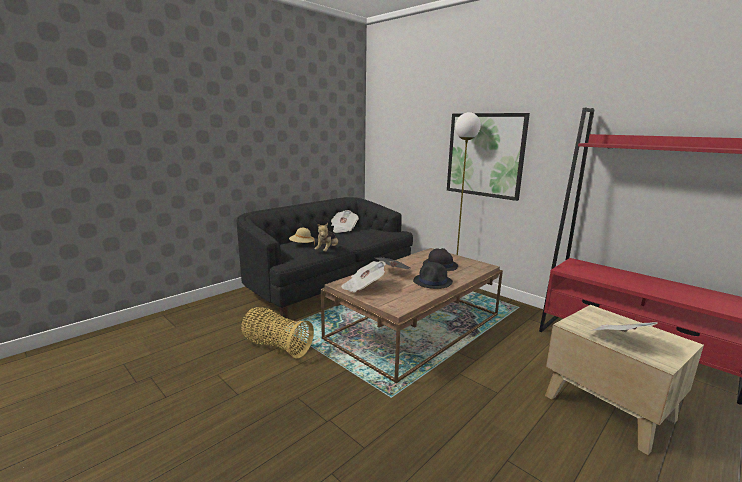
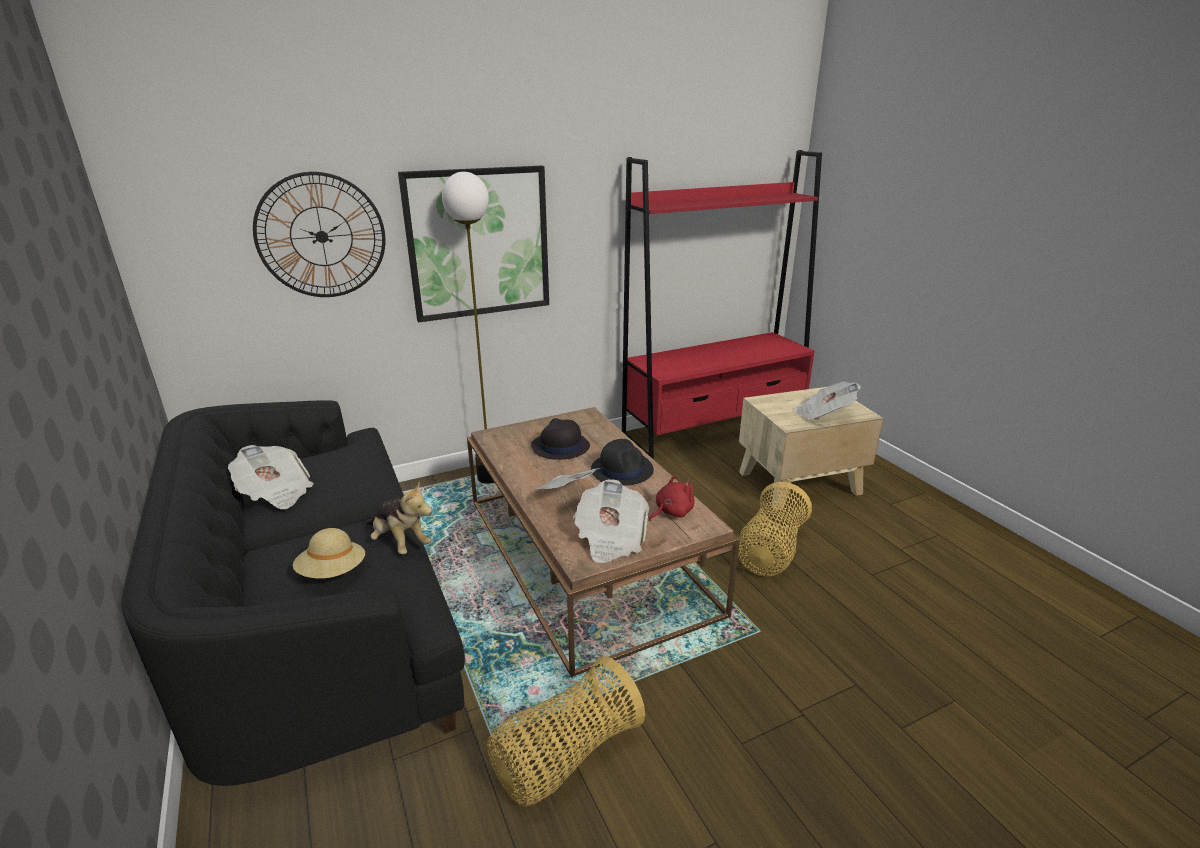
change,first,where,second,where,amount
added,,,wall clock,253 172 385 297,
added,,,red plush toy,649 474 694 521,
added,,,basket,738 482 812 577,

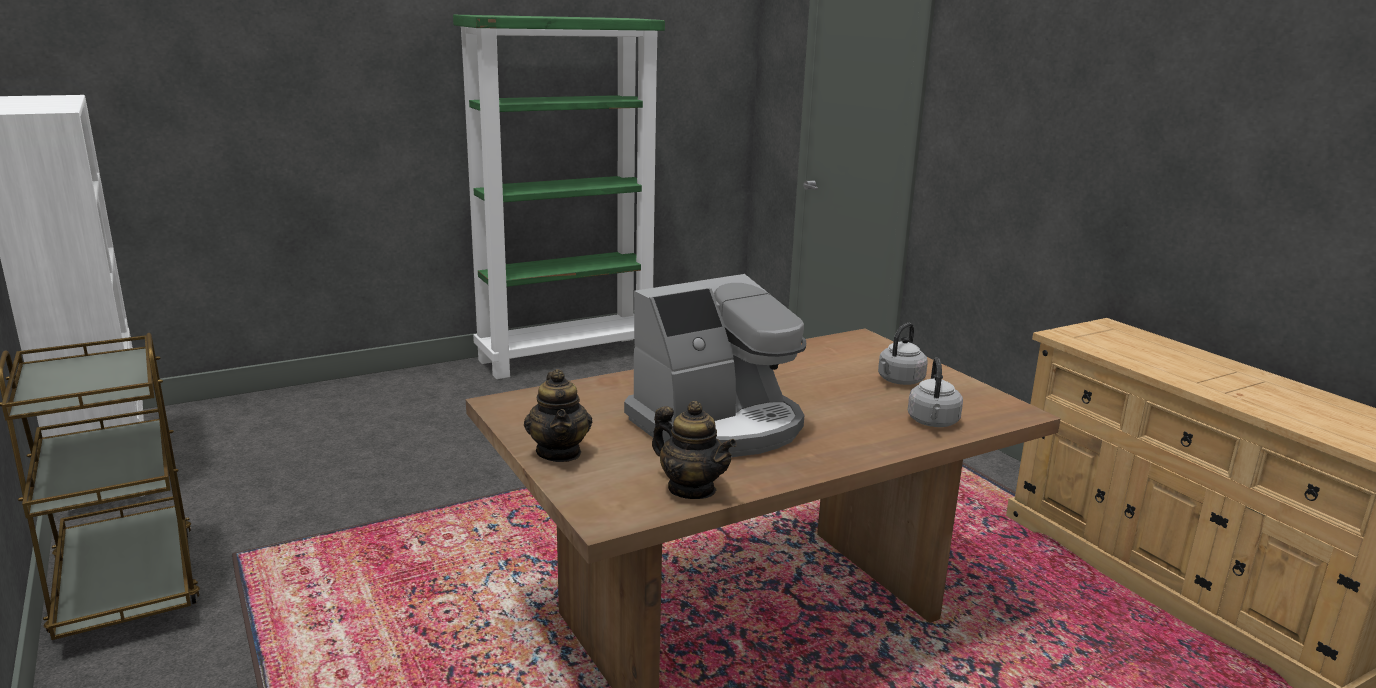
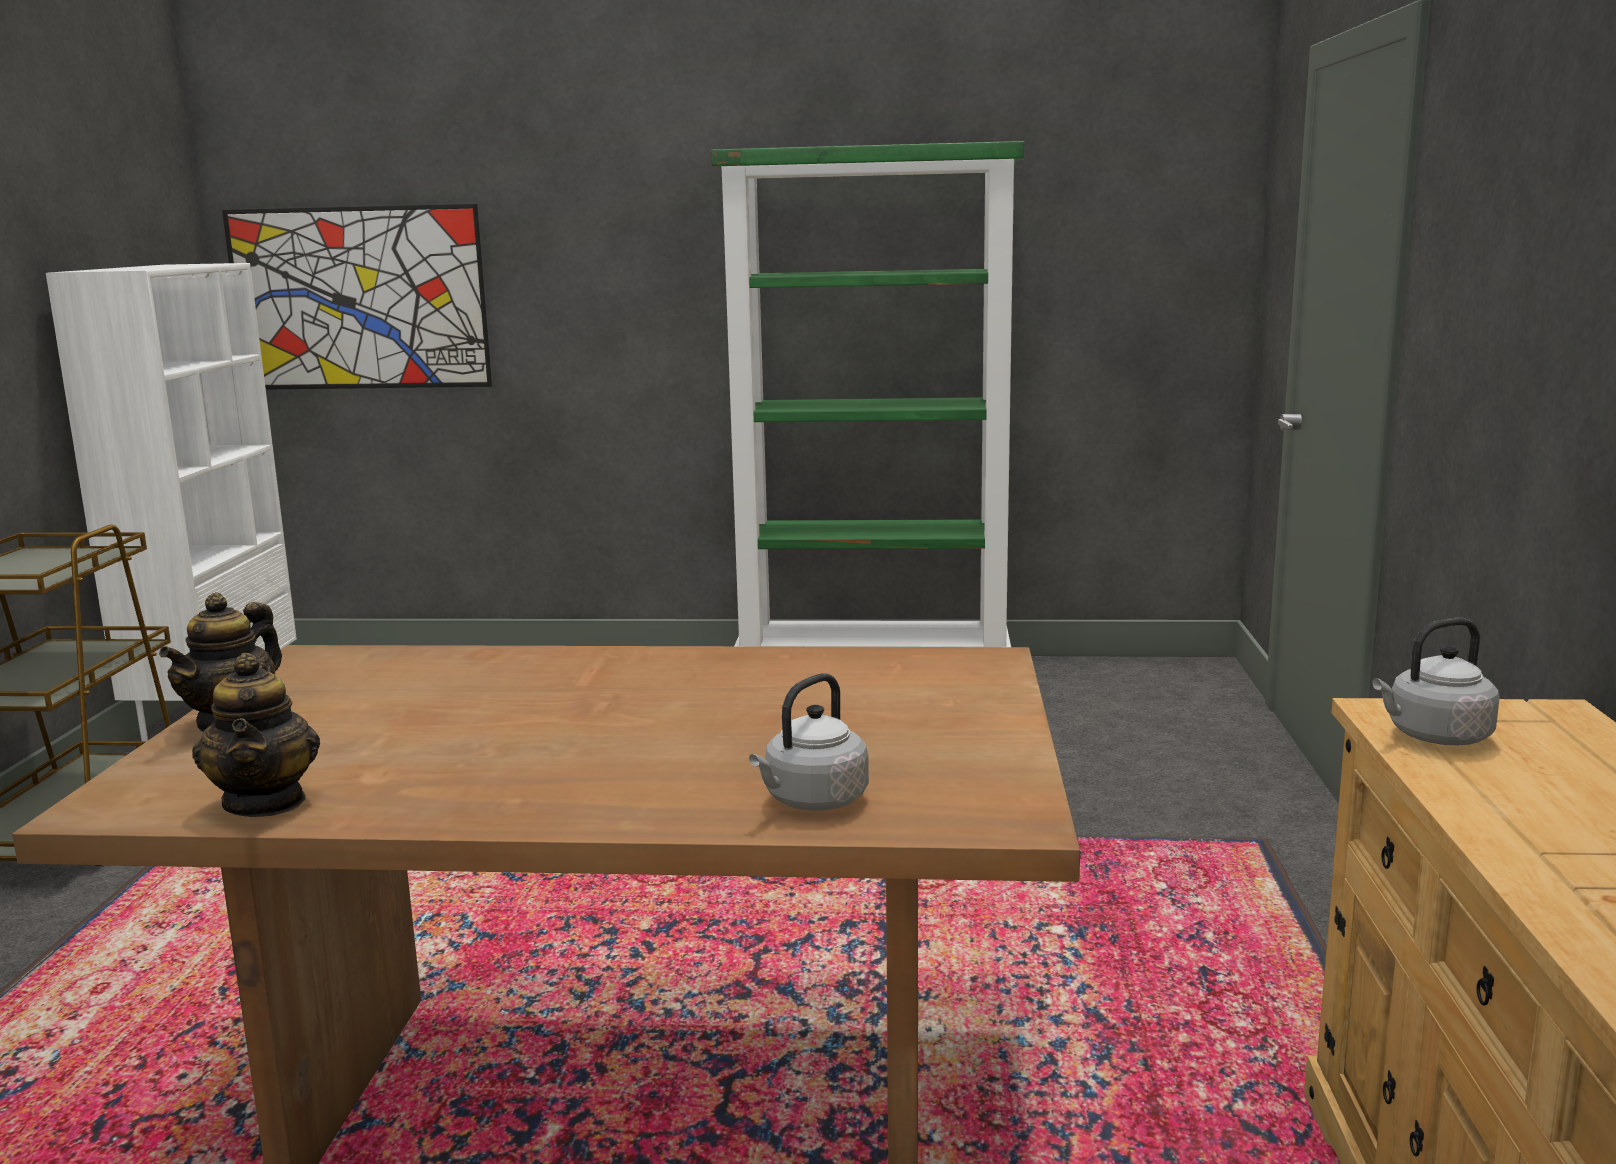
change,first,where,second,where,amount
removed,coffee machine,624 274 806 457,,,
moved,grey kettle,878 323 928 385,,1372 618 1500 745,
added,,,picture,222 204 492 390,

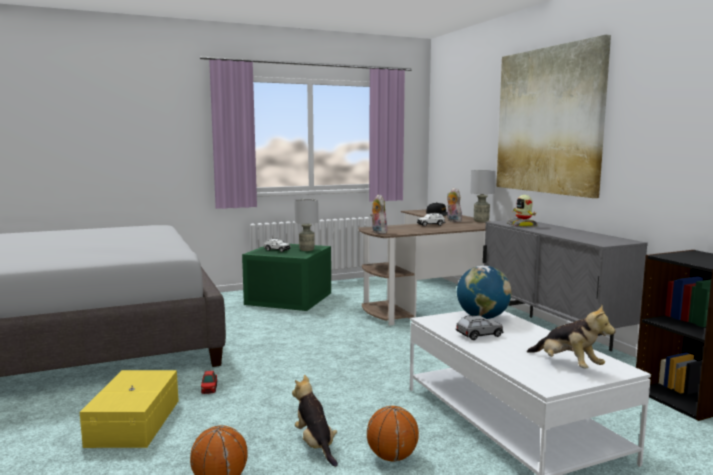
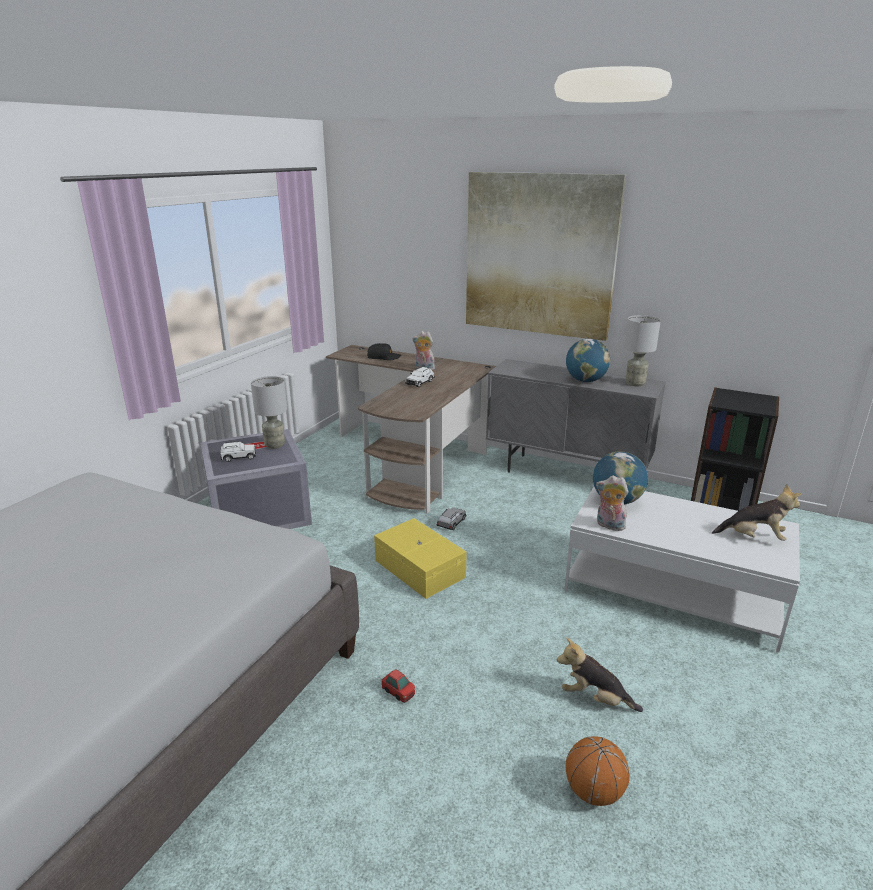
change,first,where,second,where,amount
moved,yellow storage box,80 370 179 448,,374 518 467 599,
recoloured,green storage box,242 244 331 311,grey storage box,200 429 312 529,
removed,basketball,367 406 419 461,,,
moved,plush toy,370 195 387 234,,596 475 628 531,
moved,grey toy car,456 315 504 340,,437 507 466 530,
moved,grey table lamp,470 170 496 222,,624 315 661 386,
removed,toy robot,507 195 538 228,,,
added,,,globe,566 339 610 382,

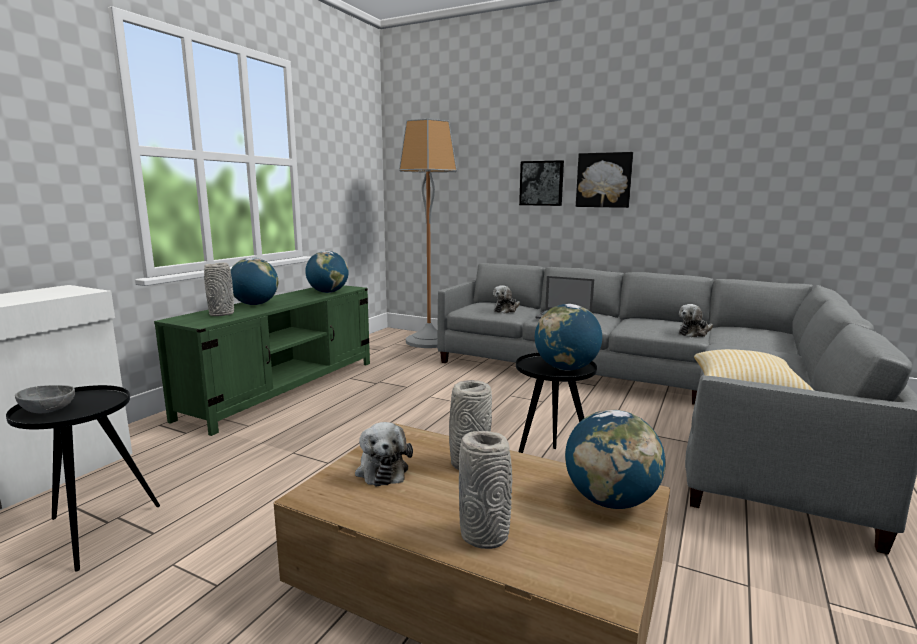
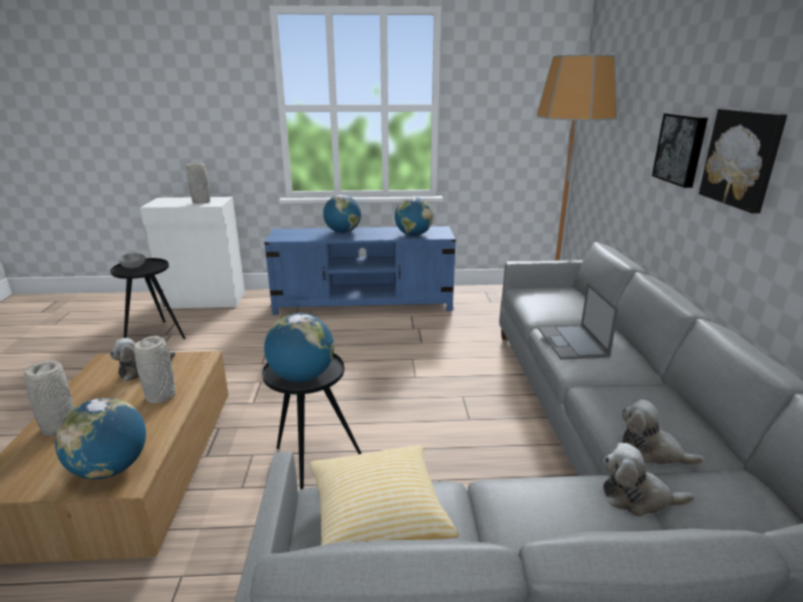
change,first,where,second,where,amount
recoloured,green tv stand,154 285 370 436,blue tv stand,264 226 456 315,
moved,grey vase,204 263 234 316,,186 163 210 204,
moved,plush toy,493 285 520 314,,603 443 695 517,

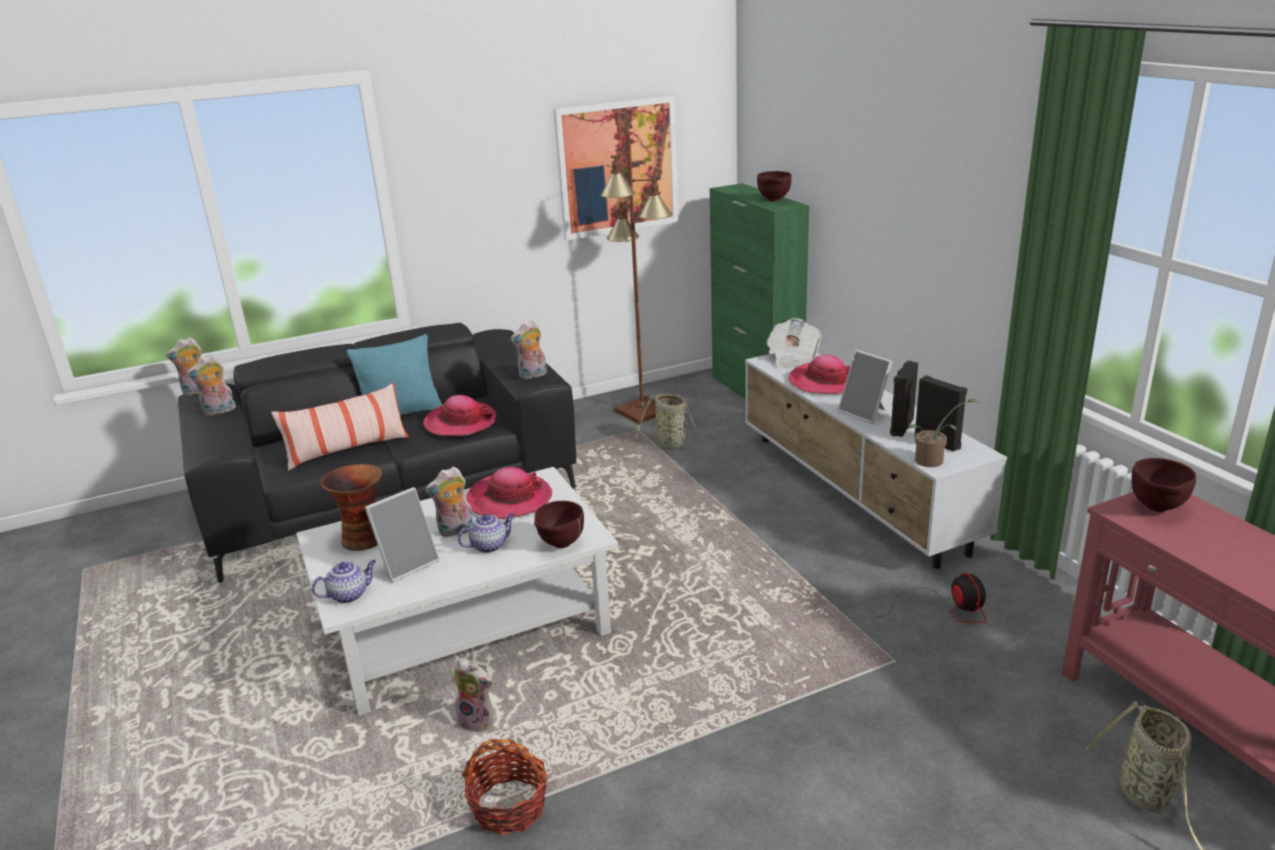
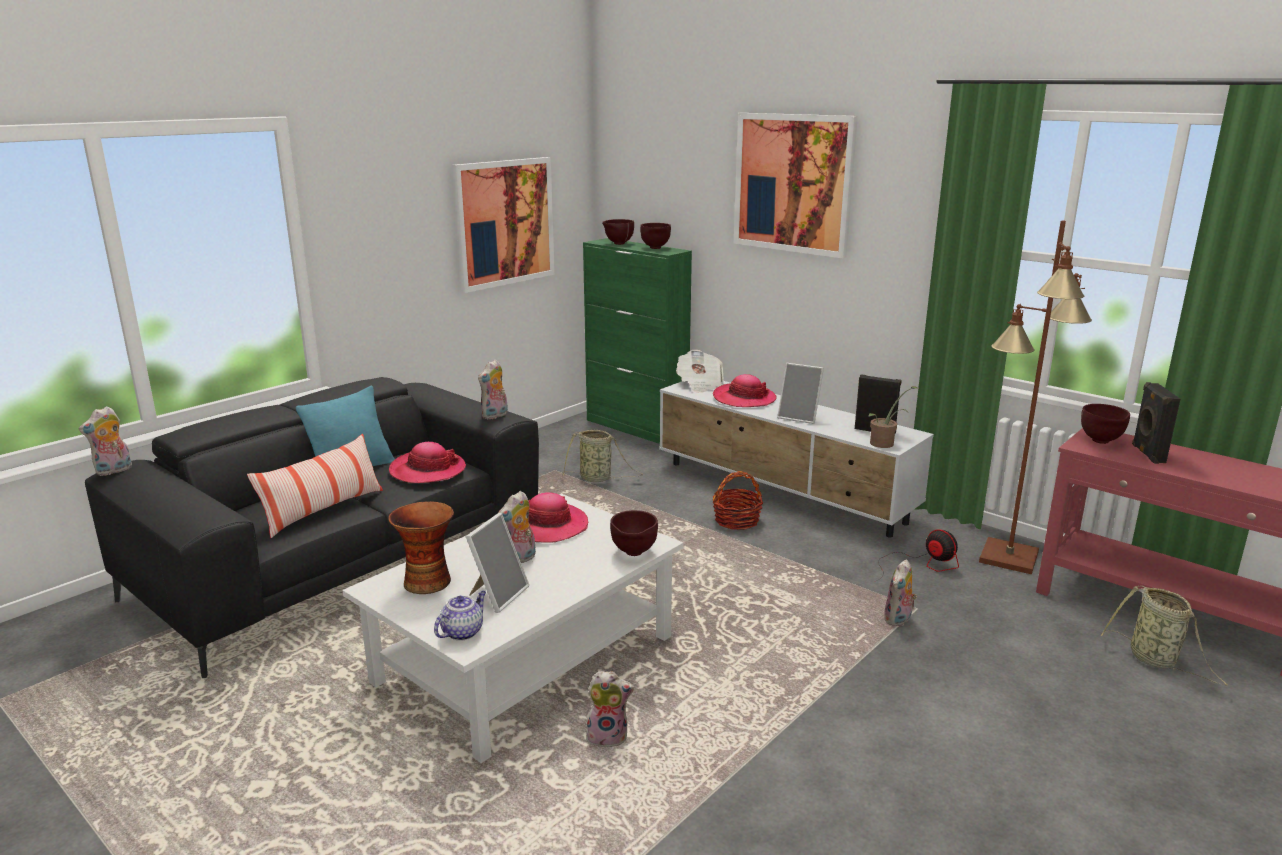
change,first,where,second,where,amount
moved,plush toy,186 354 236 416,,884 559 917 627,
removed,teapot,458 513 515 553,,,
moved,basket,462 739 547 836,,713 471 763 530,
moved,brown floor lamp,600 134 672 424,,979 220 1092 574,
moved,black speaker,890 360 918 437,,1132 382 1180 464,
added,,,brown bowl,602 219 634 245,
added,,,picture,734 113 858 258,

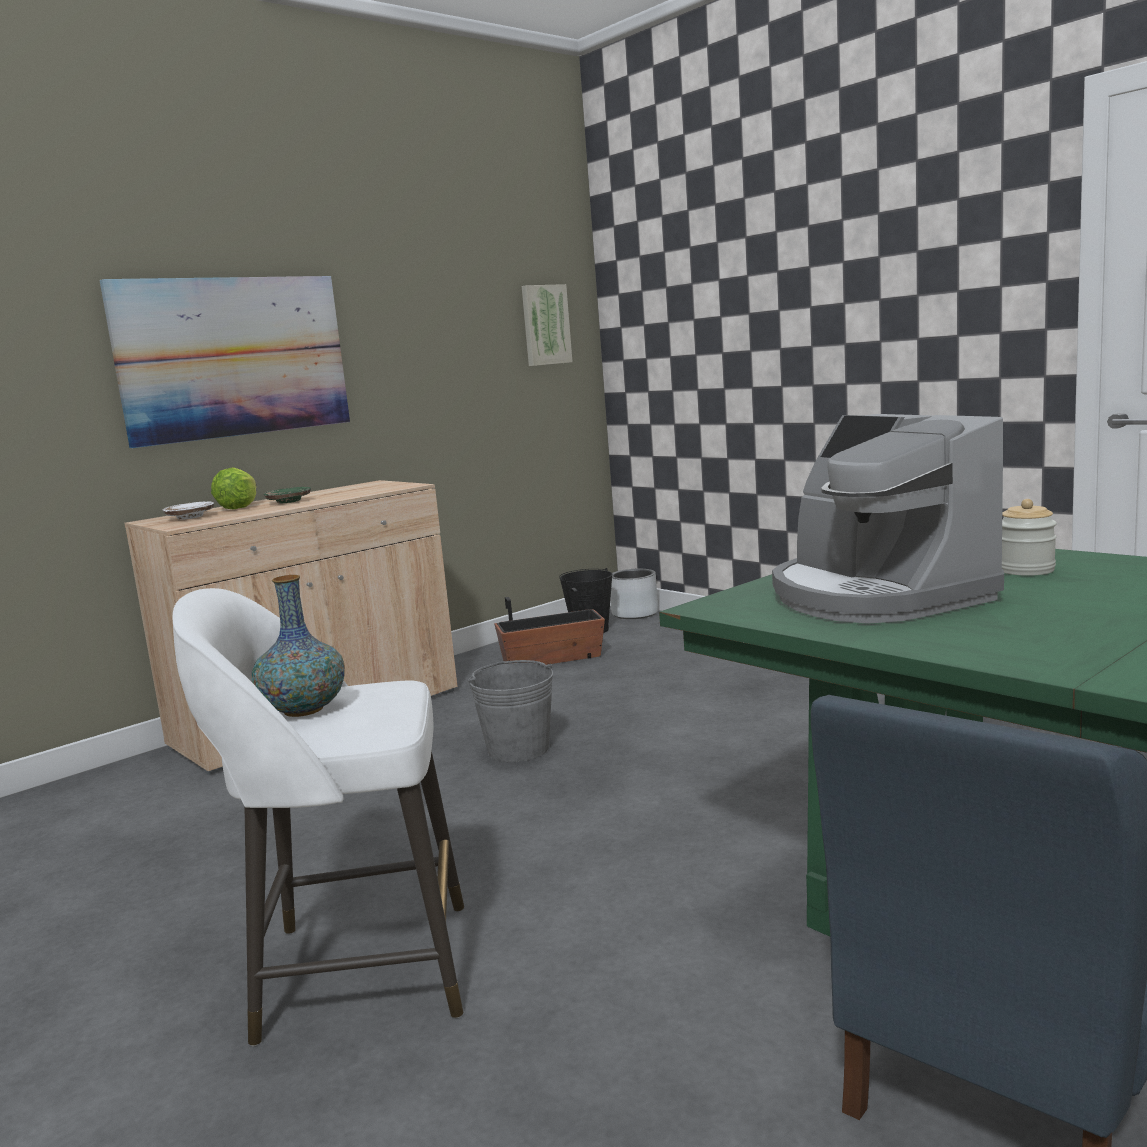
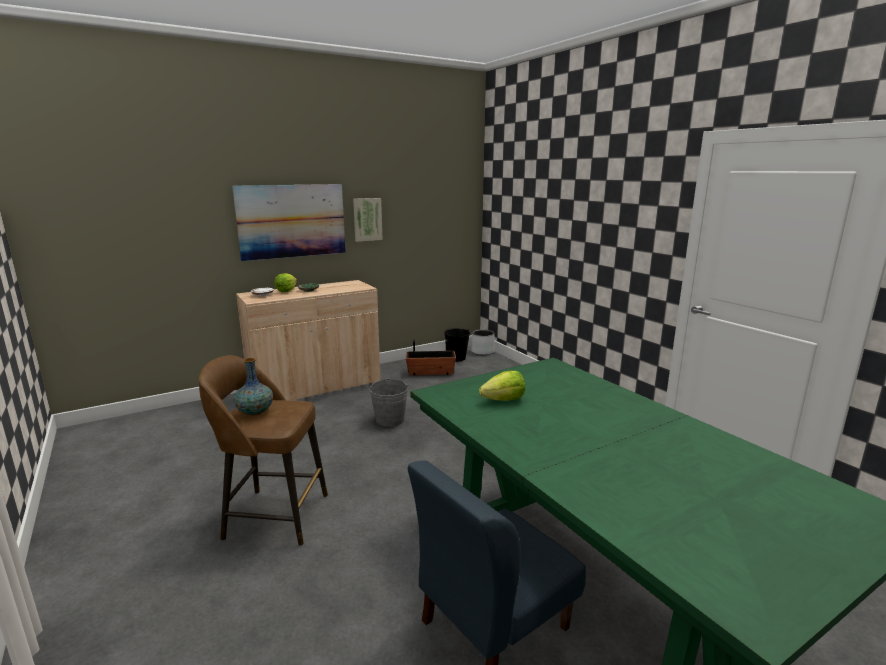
change,first,where,second,where,amount
recoloured,white stool,172 588 464 1046,brown stool,199 355 328 545,
moved,picture,522 284 573 366,,353 198 383 242,
replaced,coffee machine,772 414 1004 624,lettuce,479 370 525 401,
removed,jar,1002 499 1057 576,,,

